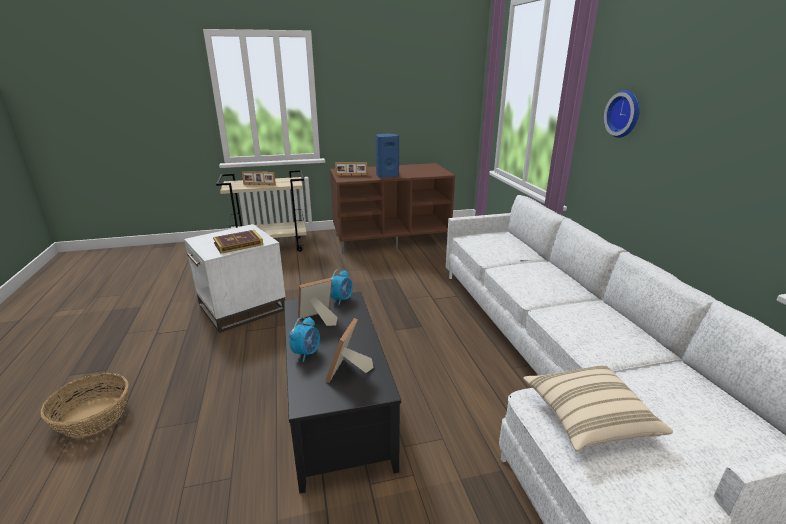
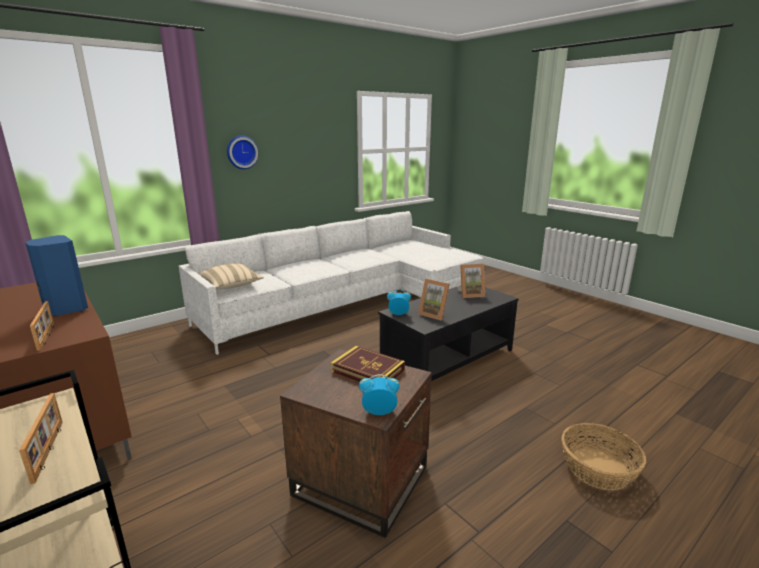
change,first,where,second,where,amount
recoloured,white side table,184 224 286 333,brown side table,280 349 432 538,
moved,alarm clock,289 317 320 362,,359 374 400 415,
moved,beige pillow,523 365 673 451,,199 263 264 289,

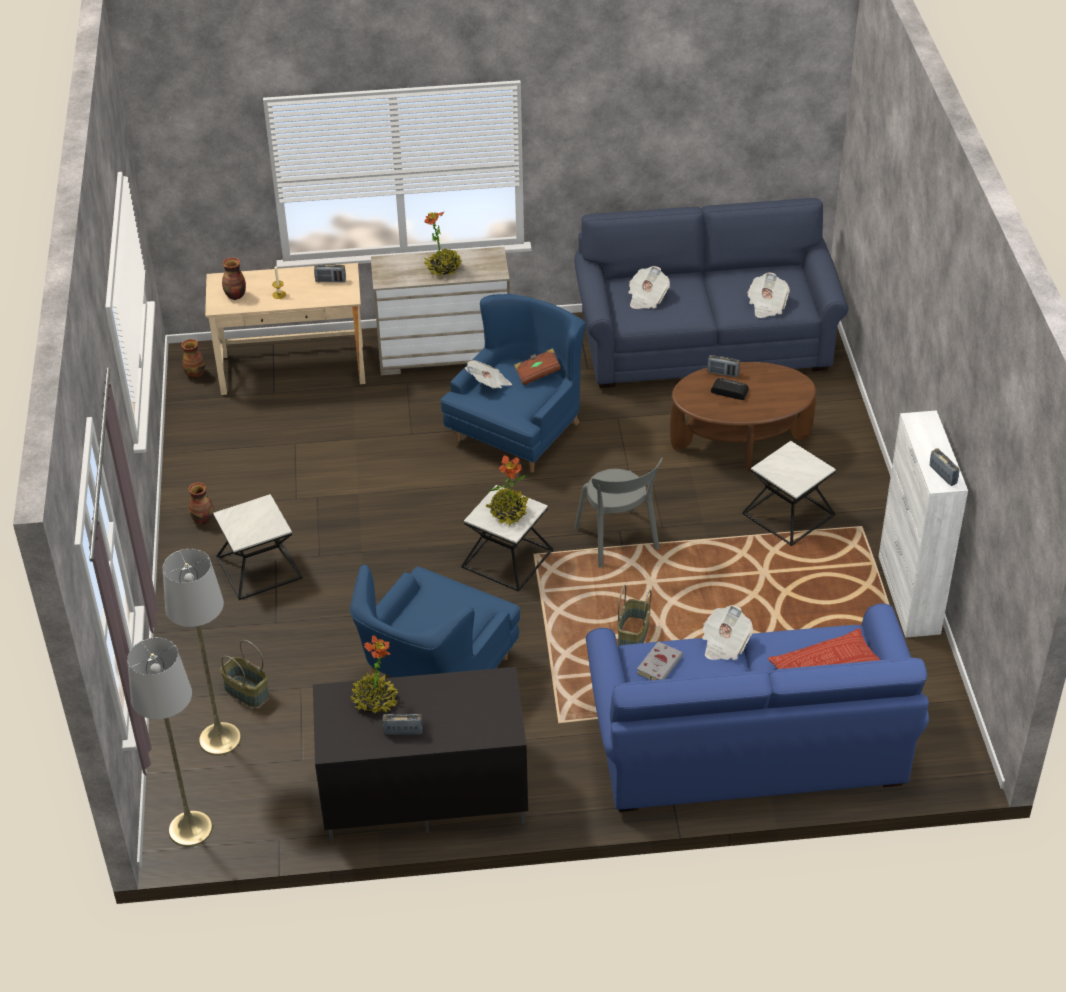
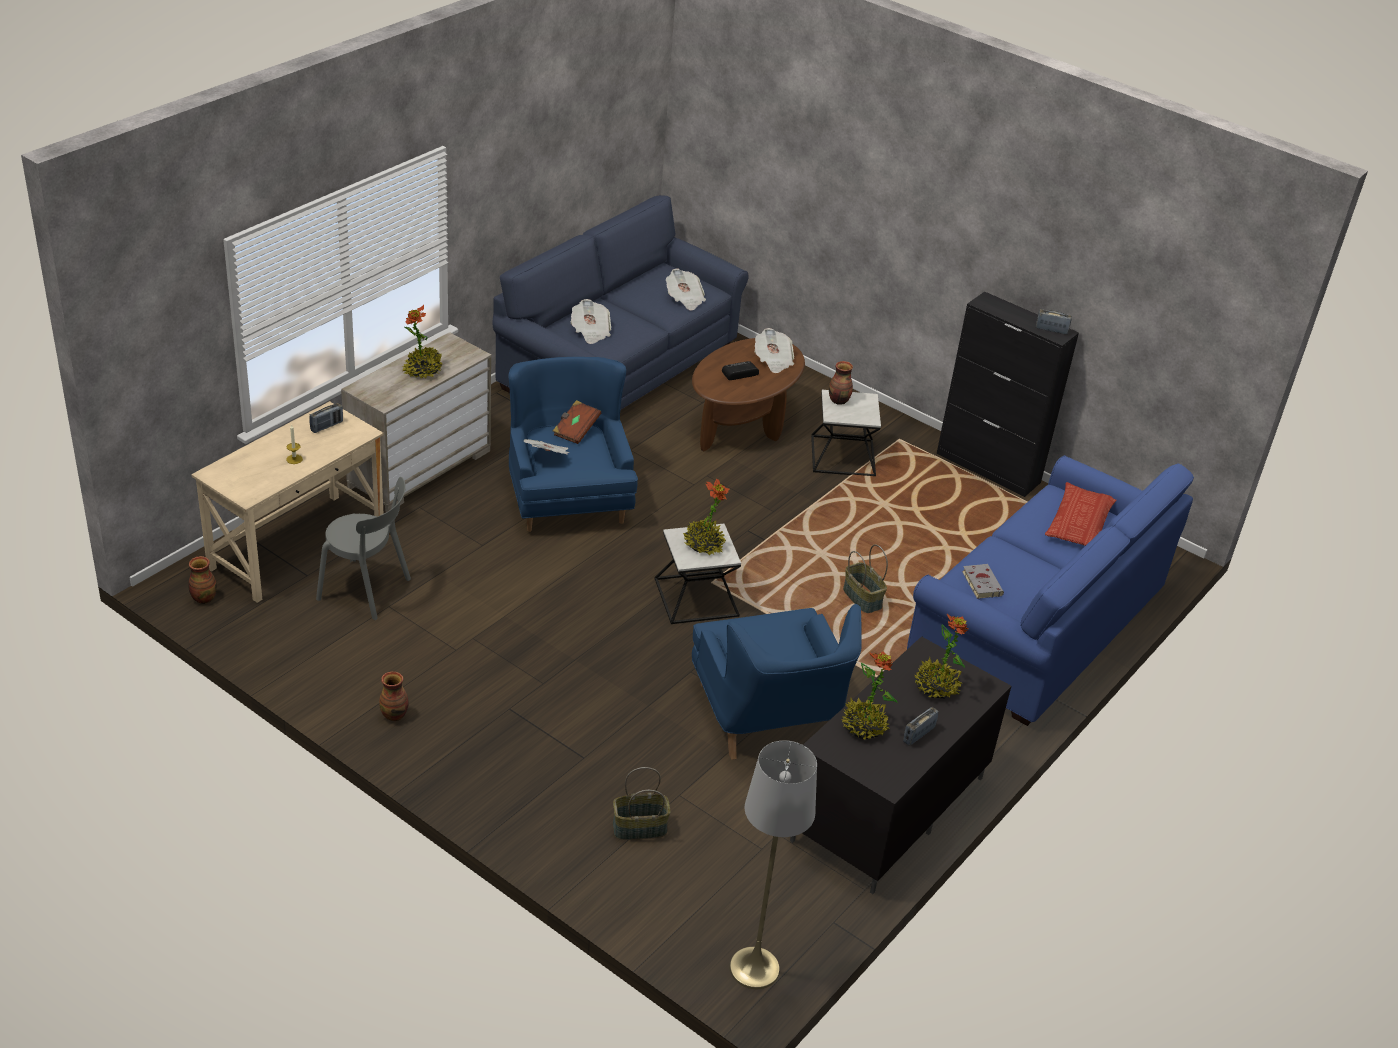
change,first,where,second,where,amount
removed,grey floor lamp,163 549 241 756,,,
removed,side table,213 494 303 600,,,
moved,vase,222 258 246 300,,829 361 853 405,
moved,grey chair,574 458 663 567,,316 477 411 620,
moved,newspaper,702 605 753 660,,754 328 794 373,
removed,radio,707 355 740 377,,,
recoloured,white cabinet,879 410 968 638,black cabinet,937 292 1079 497,
added,,,potted plant,914 614 968 698,

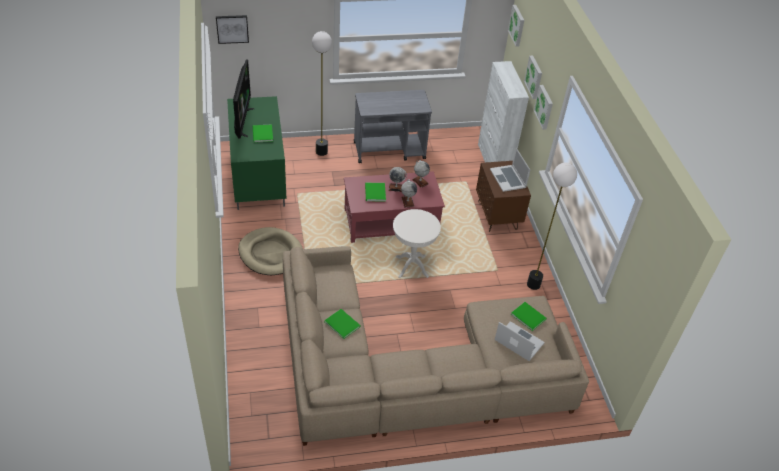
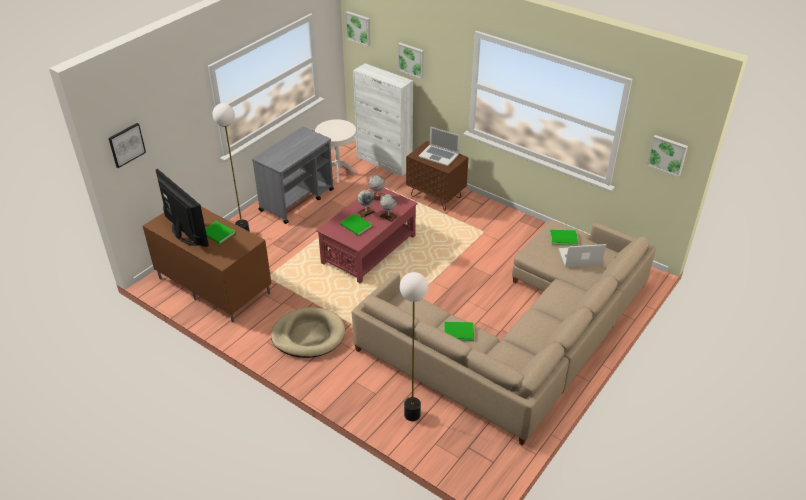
change,first,where,second,where,amount
recoloured,green tv stand,227 96 286 210,brown tv stand,143 207 272 323,
moved,white side table,393 209 441 278,,315 119 356 183,
moved,floor lamp,527 163 577 290,,400 272 428 421,
moved,picture,534 85 553 130,,647 135 688 177,

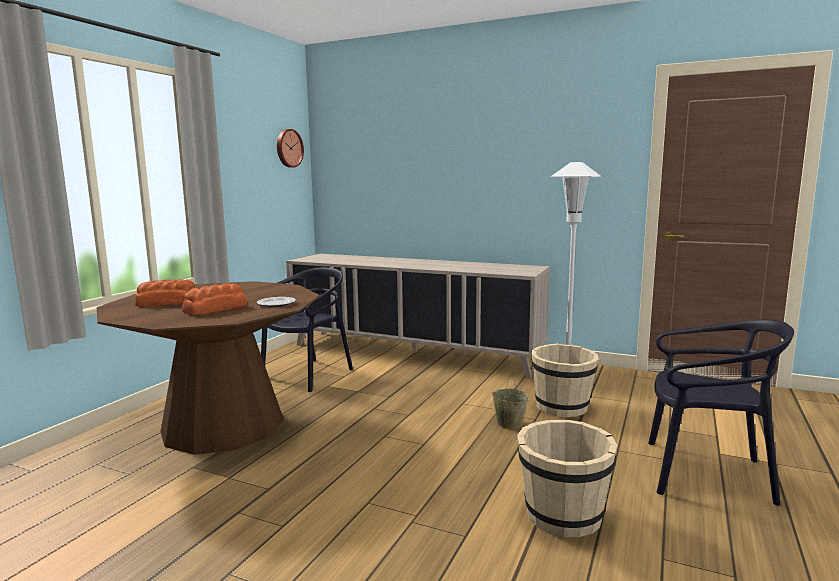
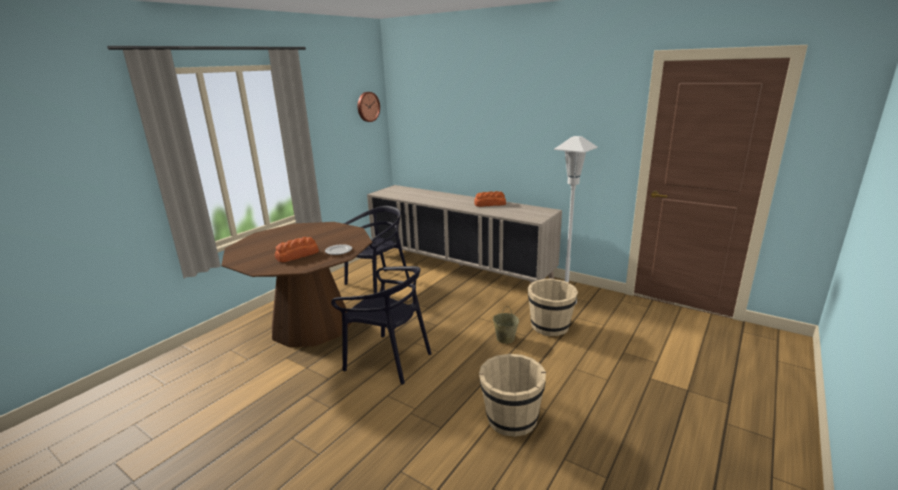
change,first,where,second,where,amount
moved,bread,135 279 195 307,,474 191 506 207,
moved,black chair,648 319 794 506,,331 266 432 384,

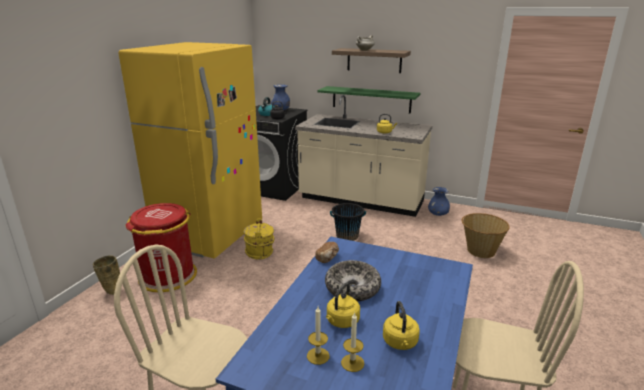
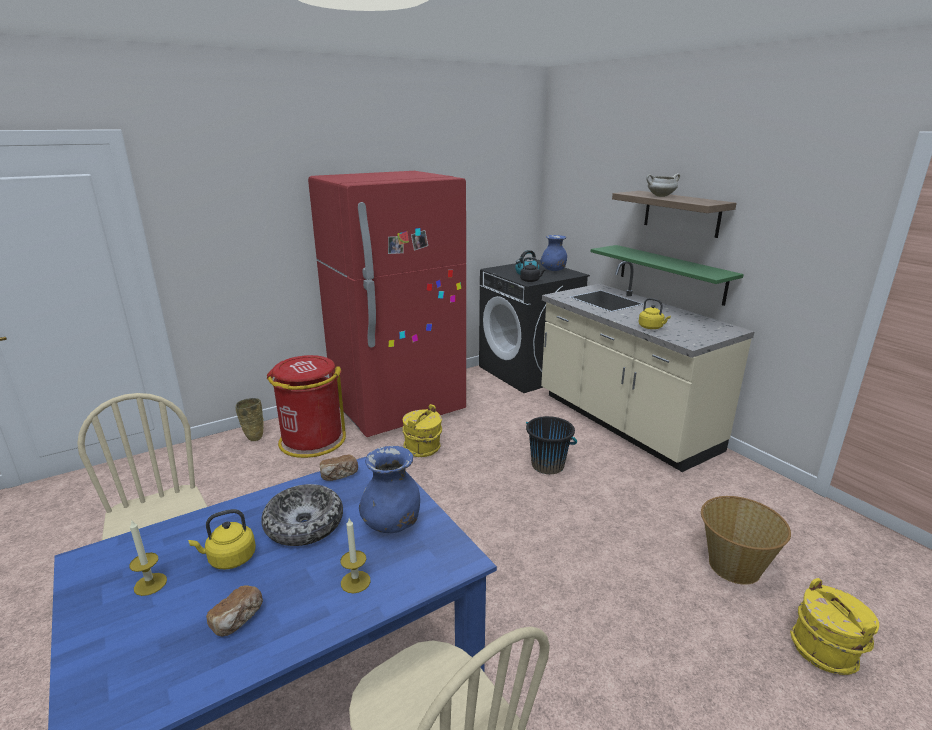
change,first,where,second,where,amount
recoloured,yellow fridge,119 42 262 259,red fridge,308 171 466 437,
moved,candle,341 312 364 372,,340 518 371 593,
replaced,yellow kettle,383 301 420 350,bread,206 585 263 636,
moved,blue vase,428 187 450 216,,359 446 420 533,
added,,,yellow bucket,790 578 879 675,

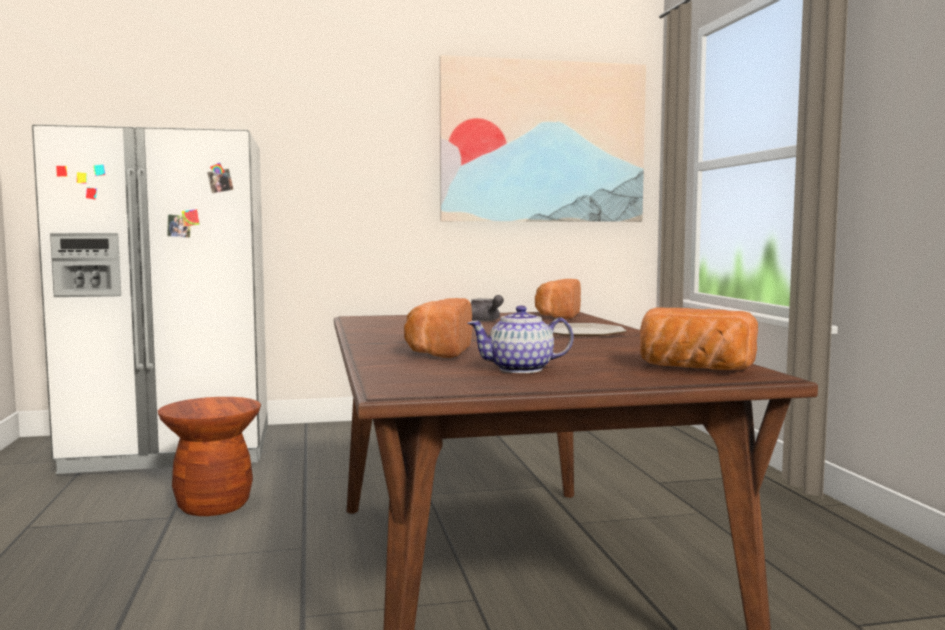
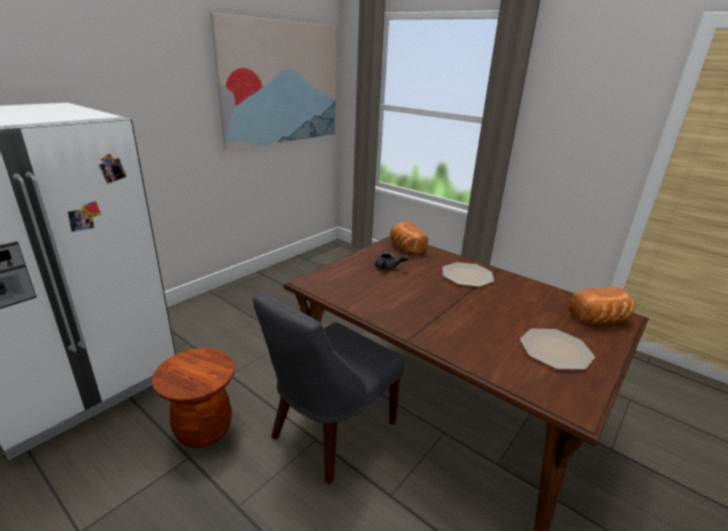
change,first,where,second,where,amount
removed,bread,404 298 472 358,,,
replaced,teapot,467 306 574 373,plate,520 329 595 370,
added,,,grey chair,253 291 404 484,

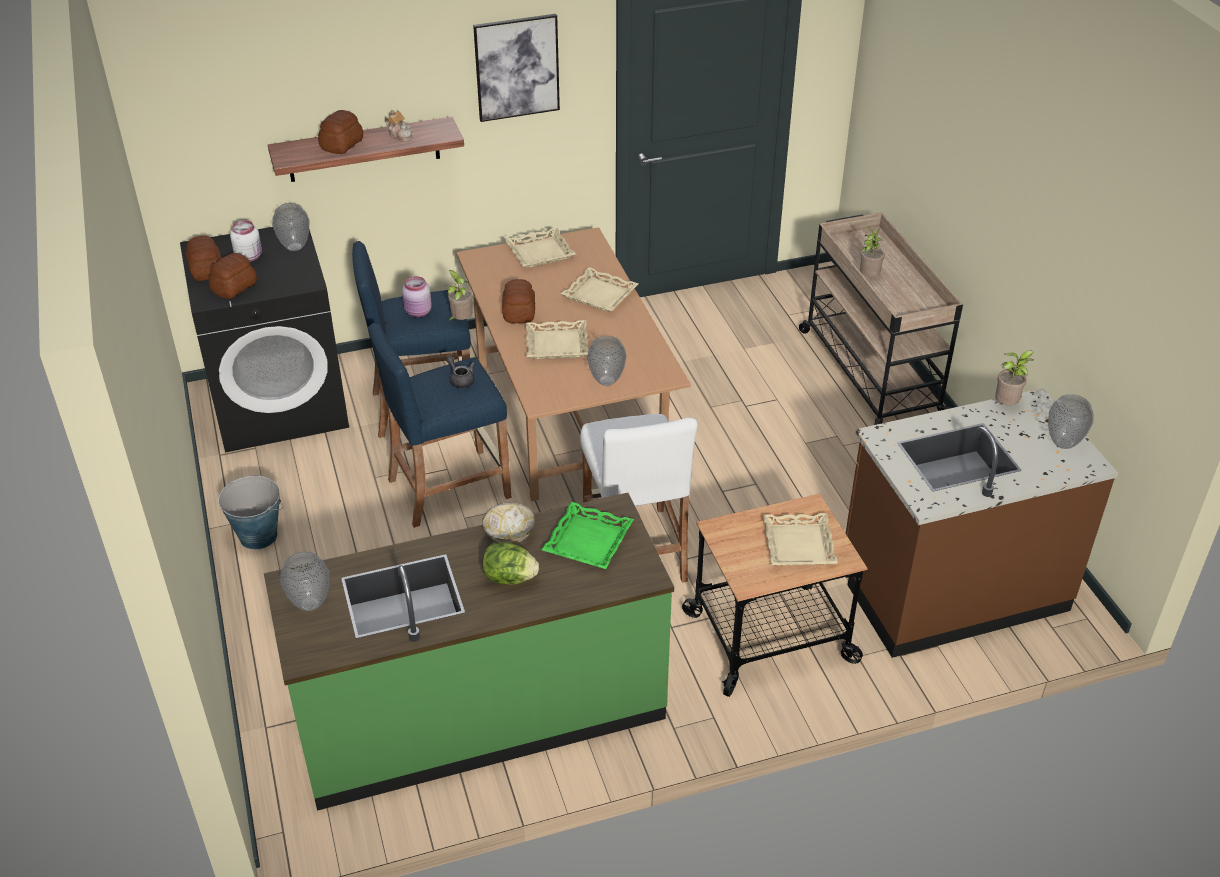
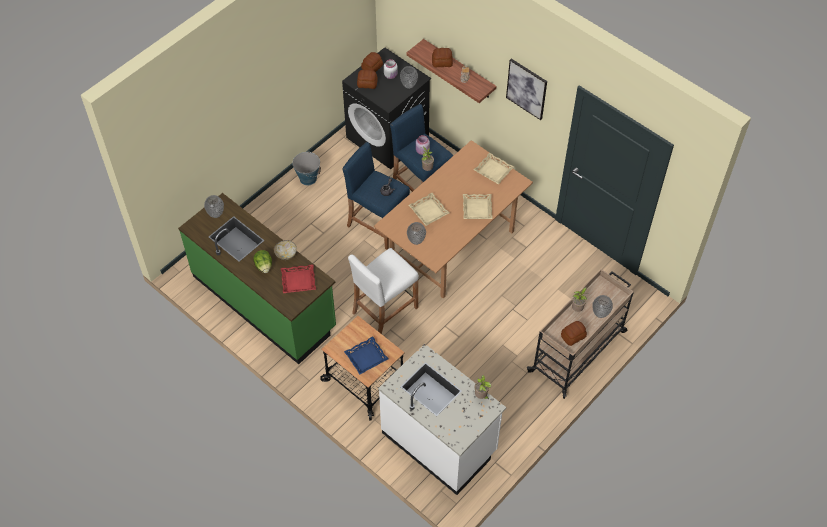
change,first,where,second,where,amount
moved,bread,502 279 535 323,,561 321 587 346,
recoloured,green tray,541 502 634 569,red tray,281 264 316 293,
recoloured,beige tray,763 513 838 565,blue tray,344 336 388 375,
recoloured,brown counter,846 388 1118 658,white counter,378 344 506 495,
moved,vase,1048 394 1094 449,,592 295 613 318,

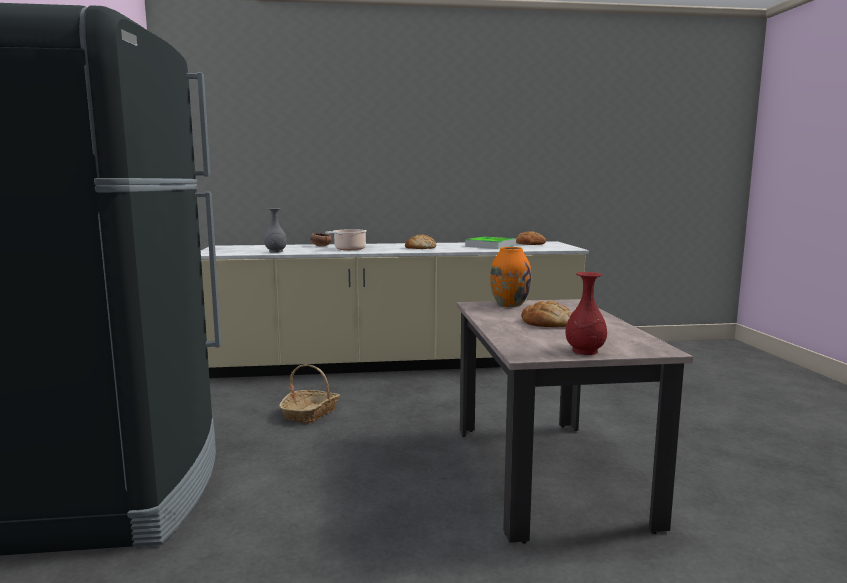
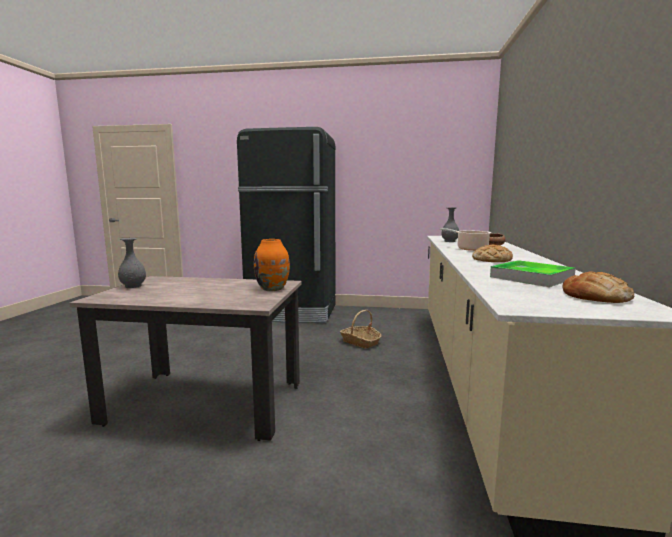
change,first,where,second,where,amount
removed,bread,521 301 572 327,,,
recoloured,red vase,565 272 607 355,grey vase,118 238 146 288,

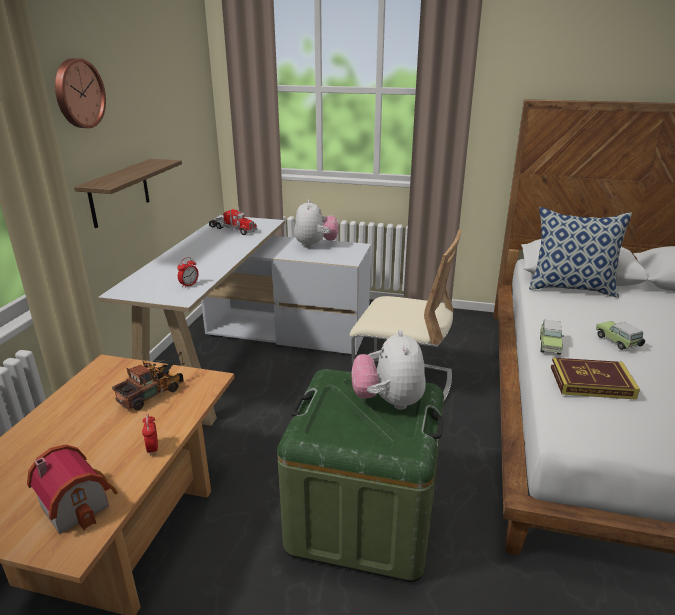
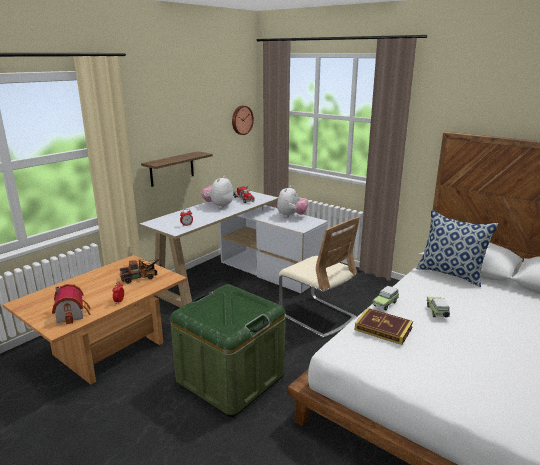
change,first,where,second,where,amount
moved,wall clock,55 58 106 128,,232 106 254 135,
moved,plush toy,351 329 426 410,,201 176 233 208,

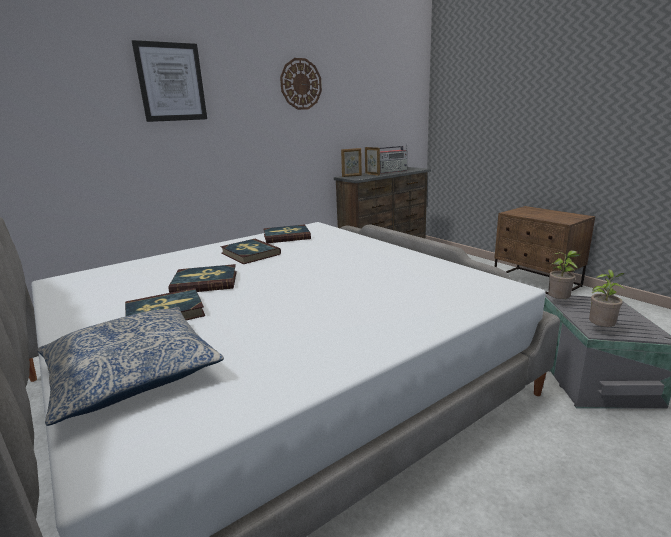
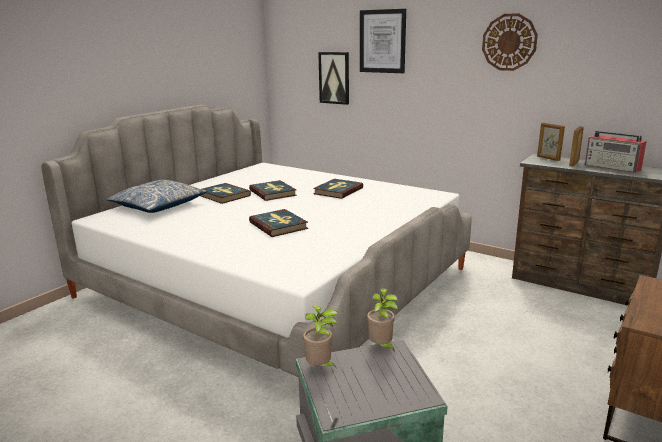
change,first,where,second,where,amount
moved,book,263 224 311 243,,249 209 308 237,
added,,,picture,318 52 349 105,

